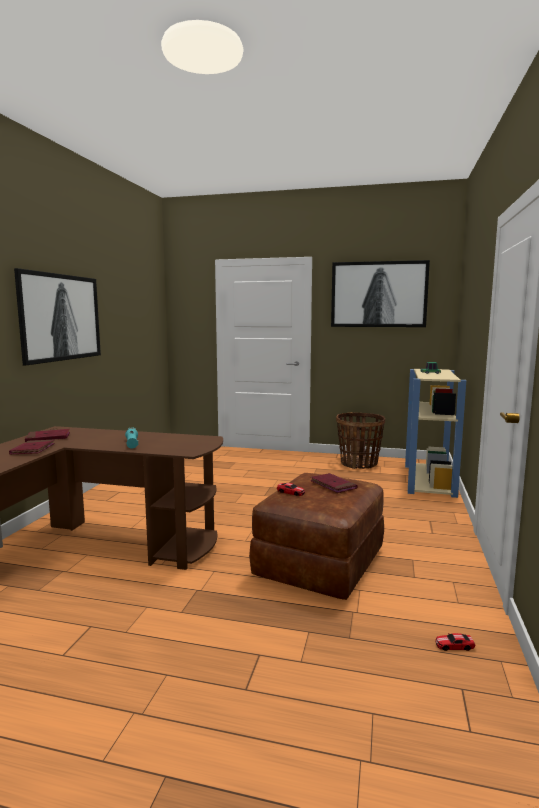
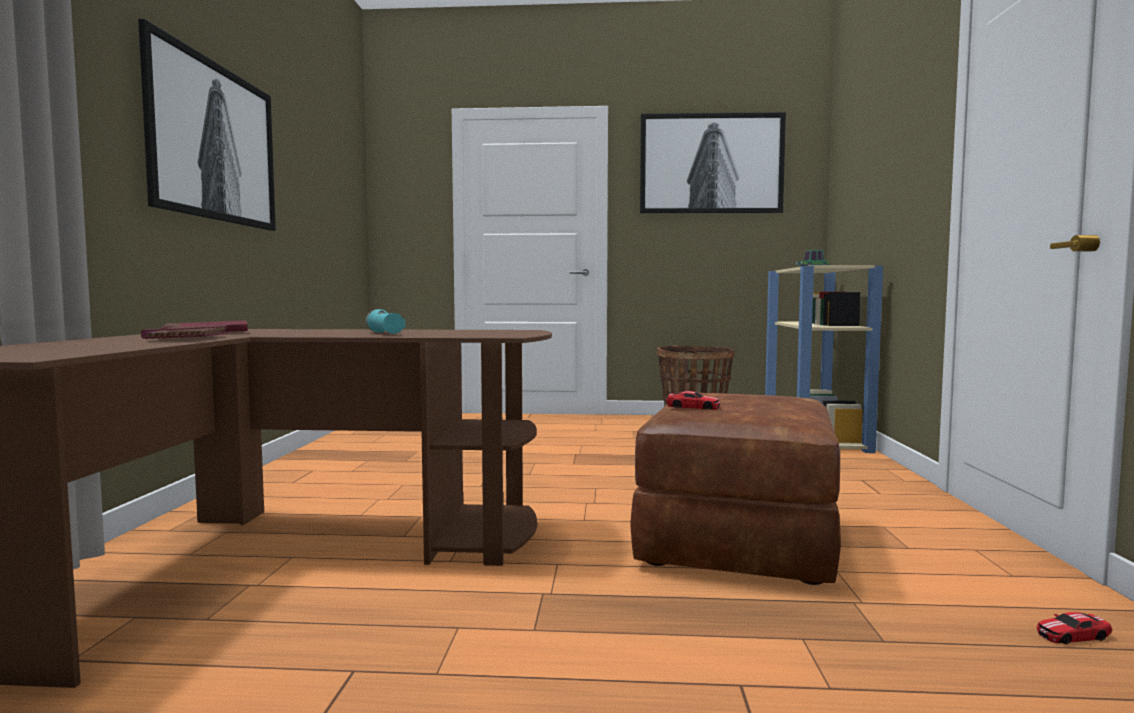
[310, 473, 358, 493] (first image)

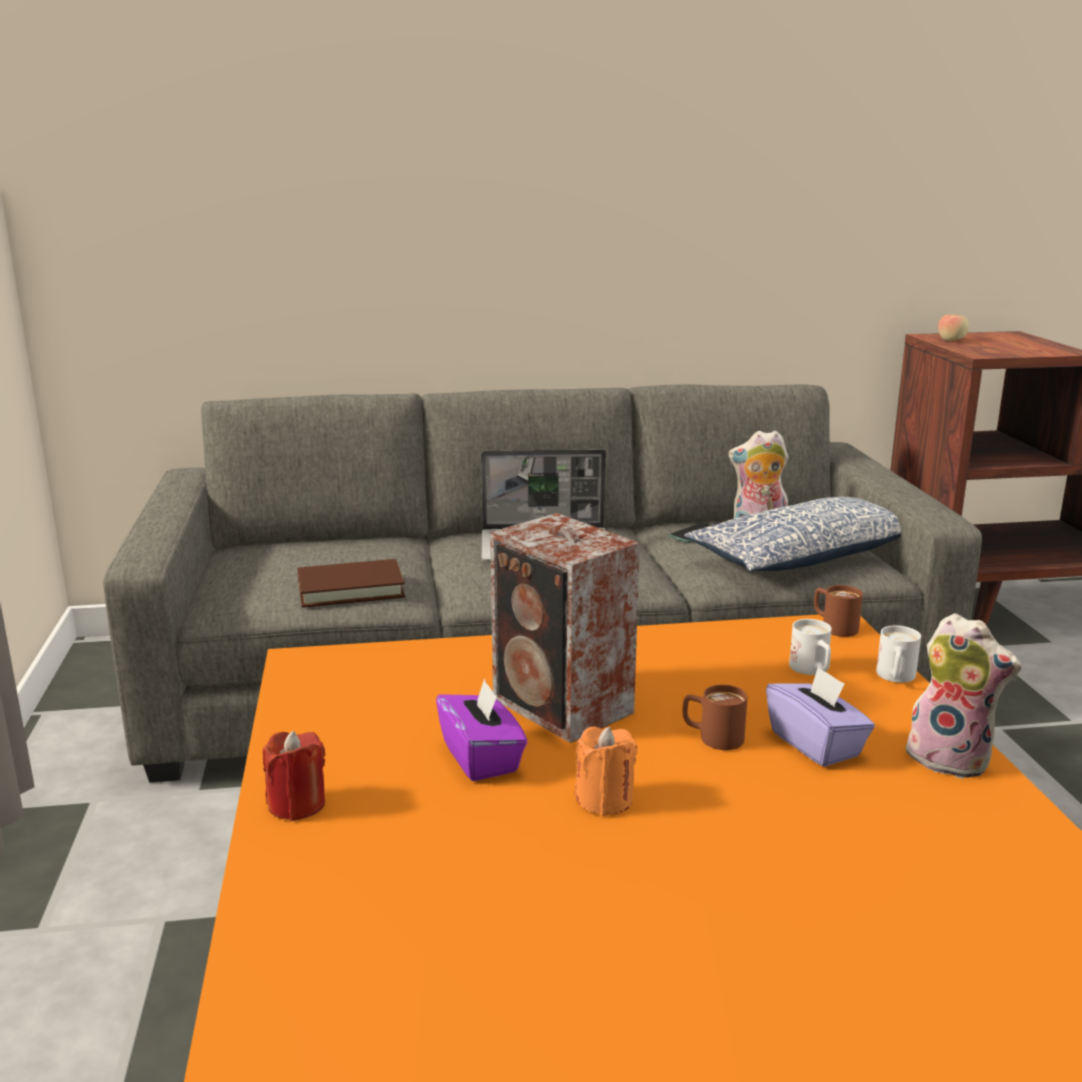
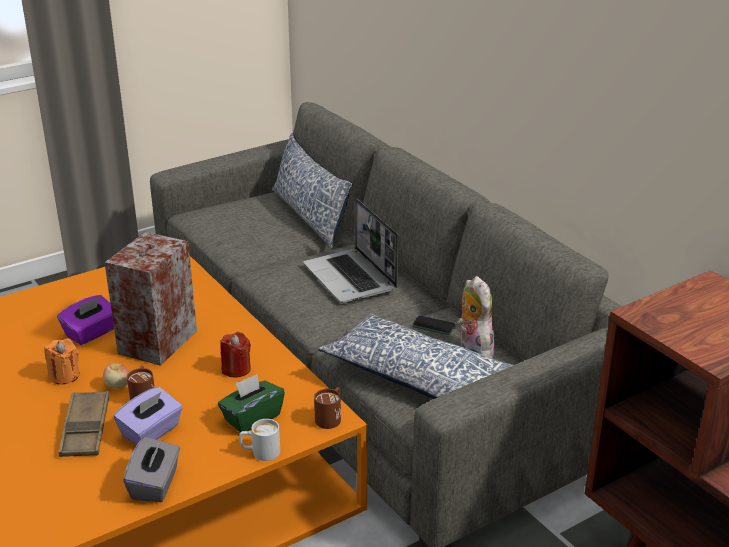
[58, 391, 109, 457]
[103, 363, 129, 389]
[123, 437, 180, 502]
[218, 374, 285, 432]
[220, 332, 251, 378]
[272, 133, 353, 249]
[297, 559, 405, 608] (first image)

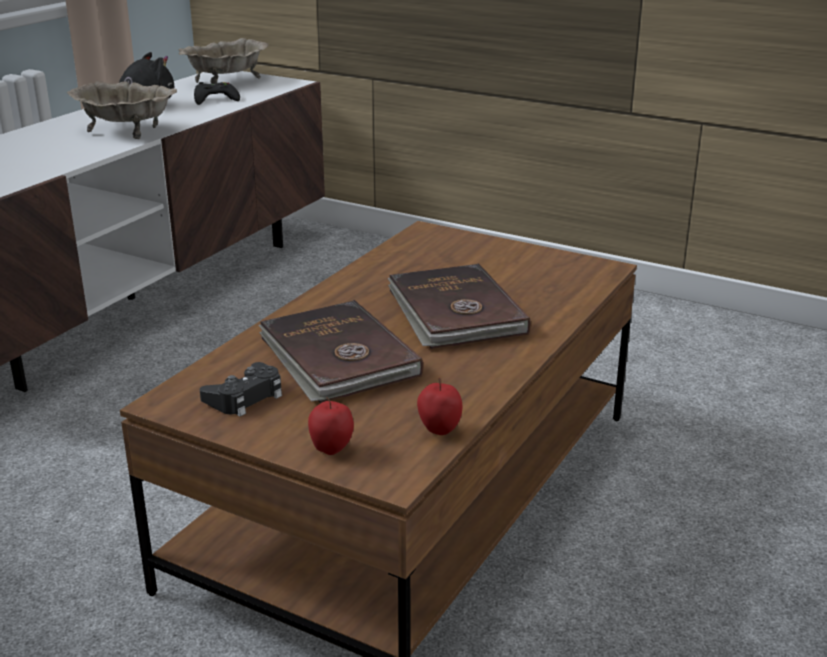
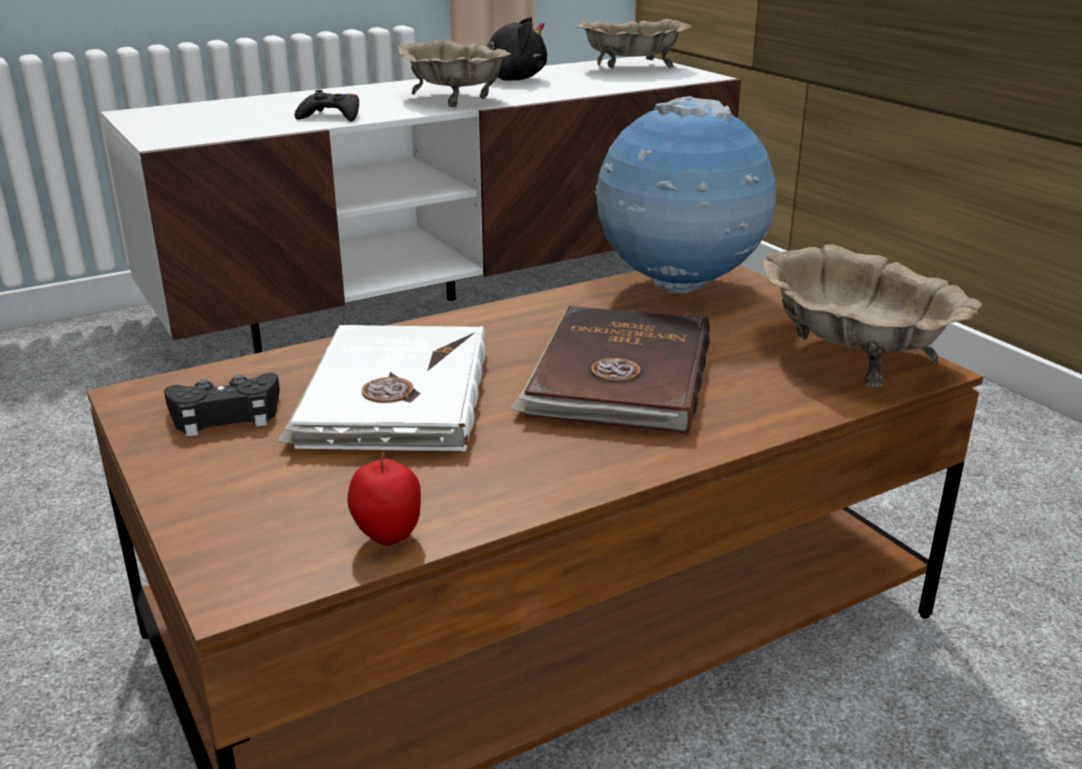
[277, 325, 486, 452]
[294, 90, 359, 122]
[595, 96, 776, 294]
[762, 244, 982, 388]
[308, 397, 354, 455] (first image)

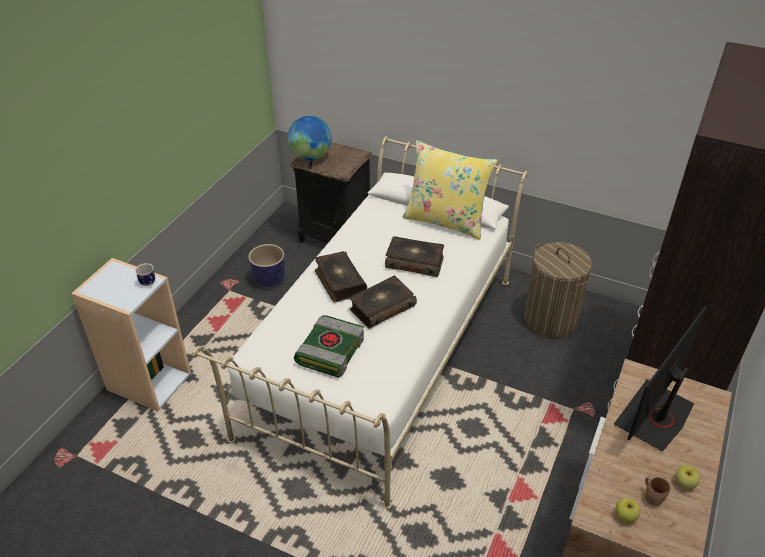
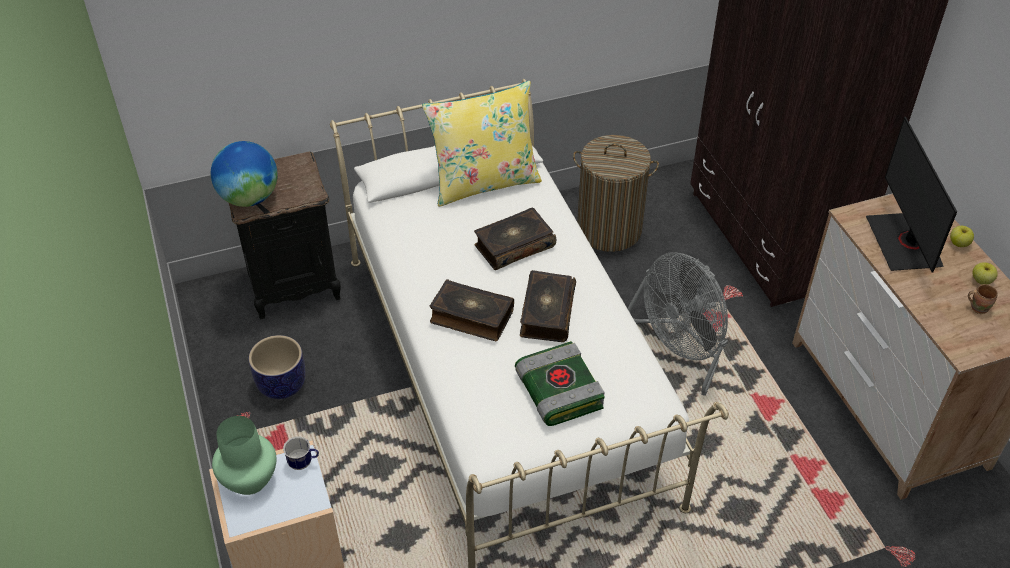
[212, 416, 277, 495]
[627, 252, 728, 396]
[950, 226, 974, 247]

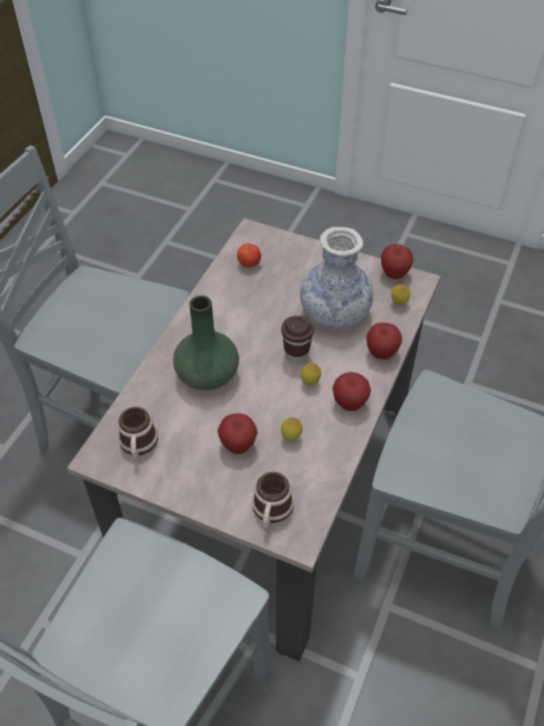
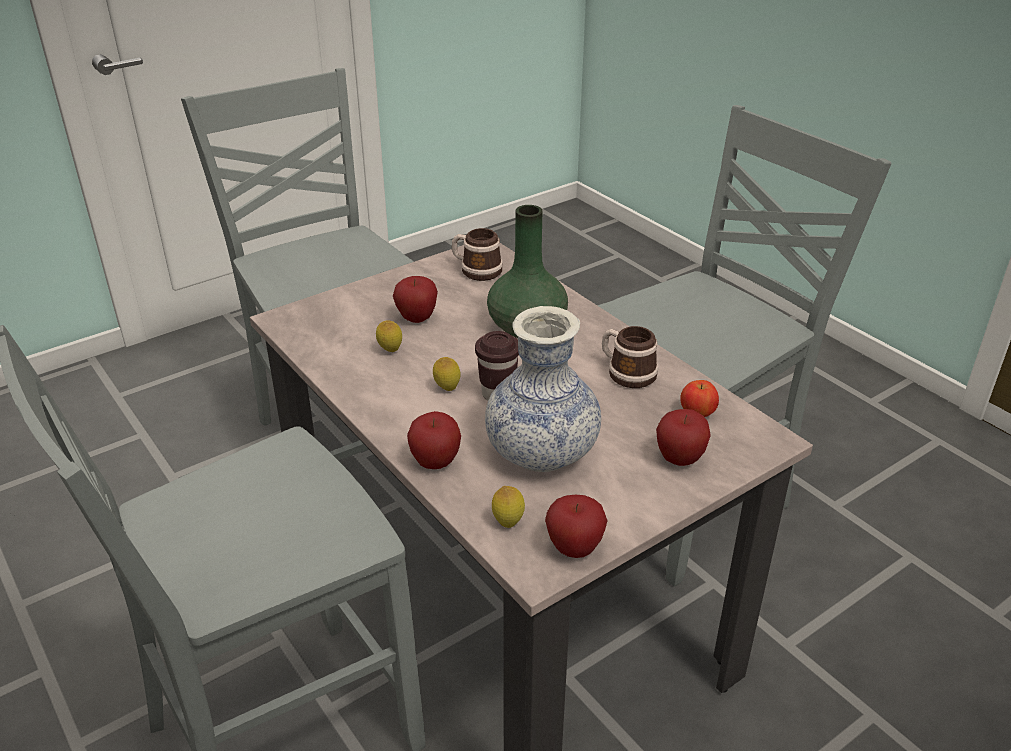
[602, 326, 658, 388]
[656, 409, 711, 466]

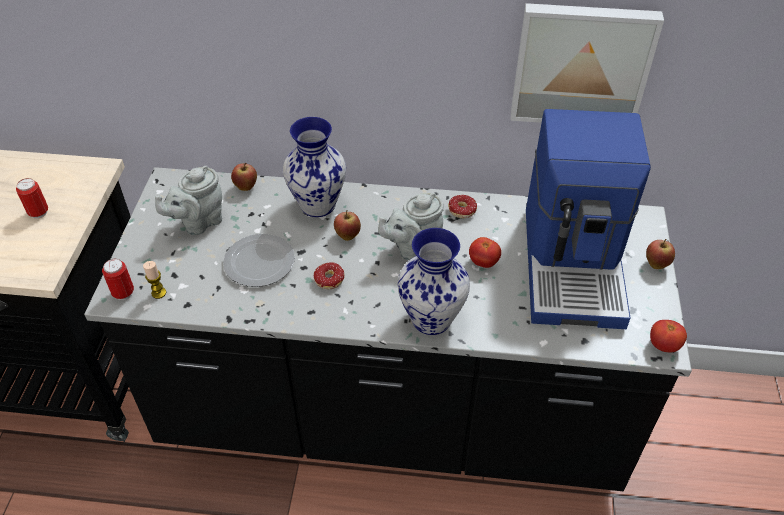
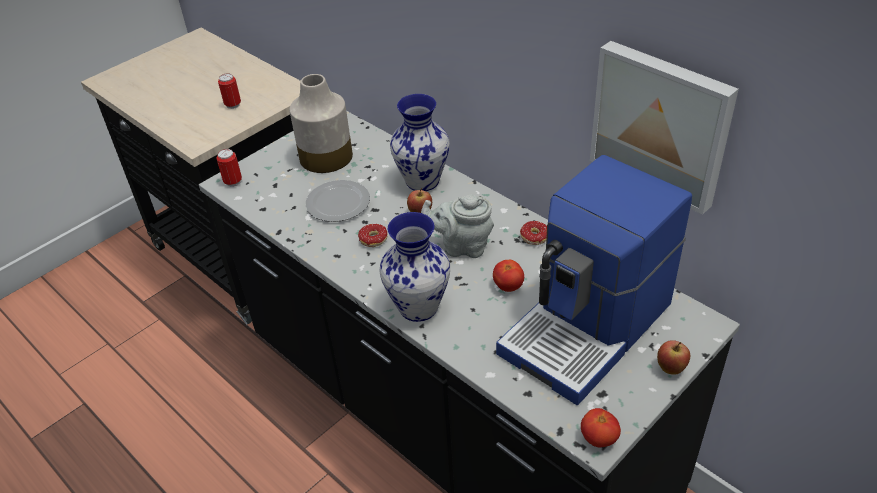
[290, 74, 353, 173]
[143, 261, 166, 299] (first image)
[231, 163, 257, 191] (first image)

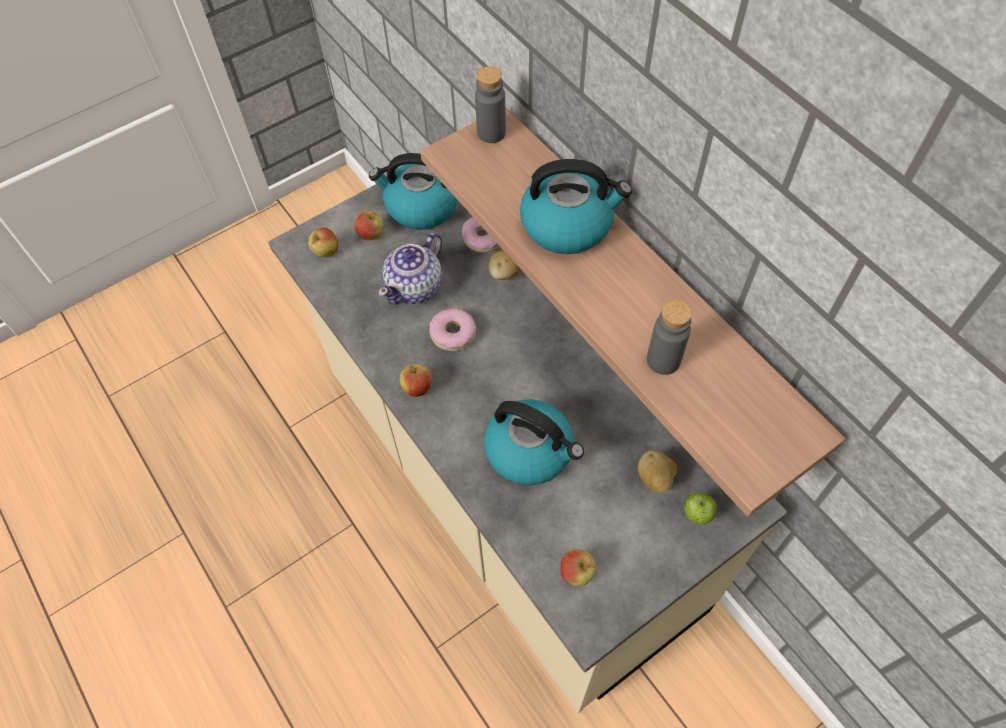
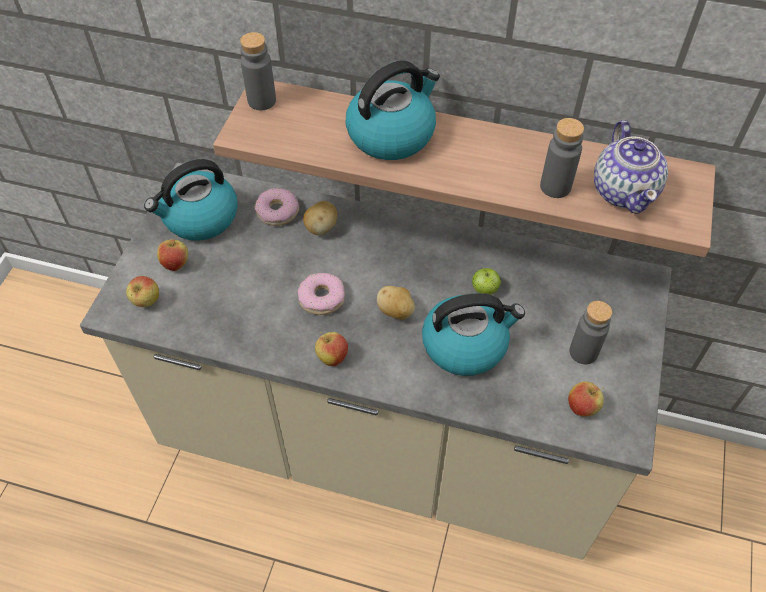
[377, 286, 415, 320]
[472, 268, 501, 295]
[569, 301, 612, 364]
[594, 120, 668, 214]

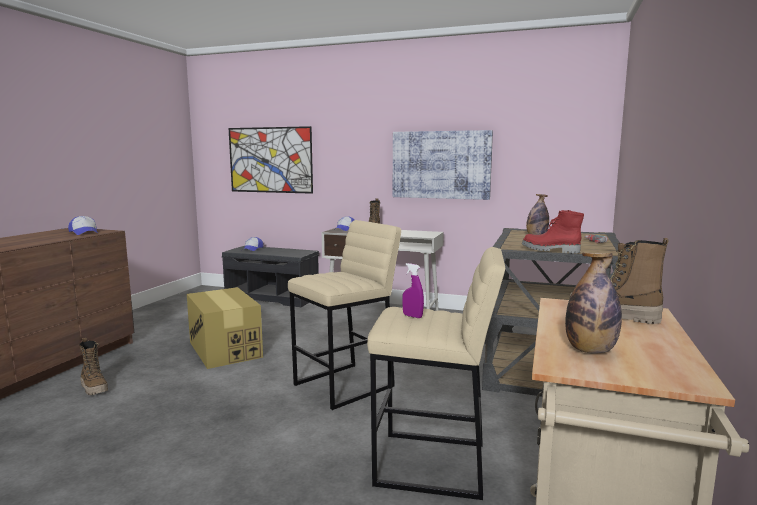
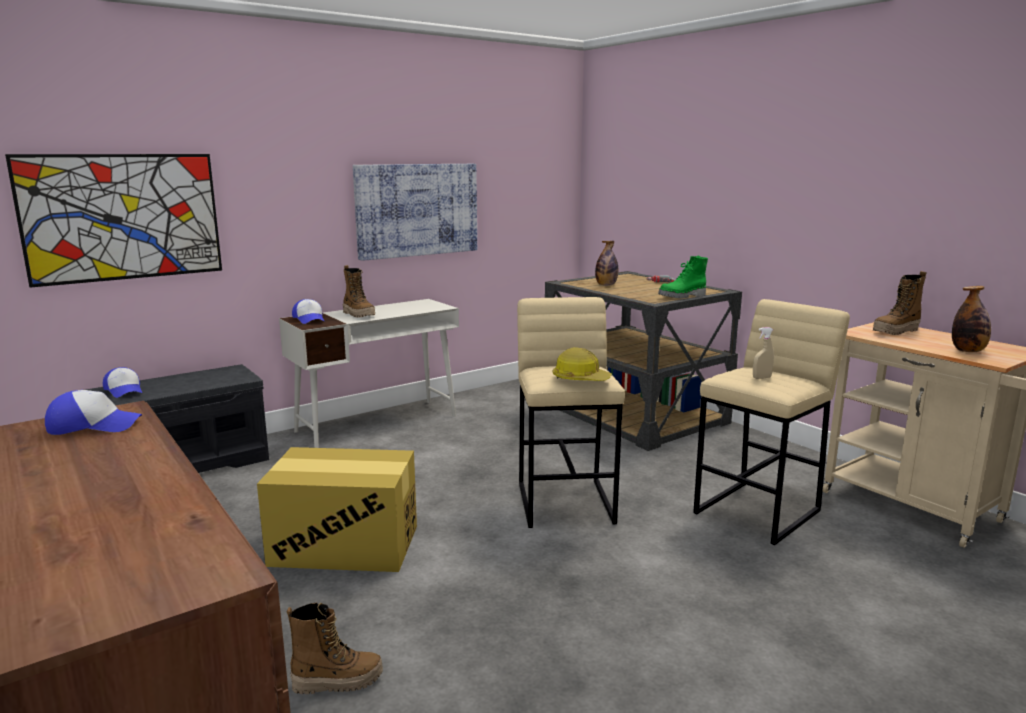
[553, 347, 612, 381]
[658, 256, 708, 298]
[753, 327, 774, 379]

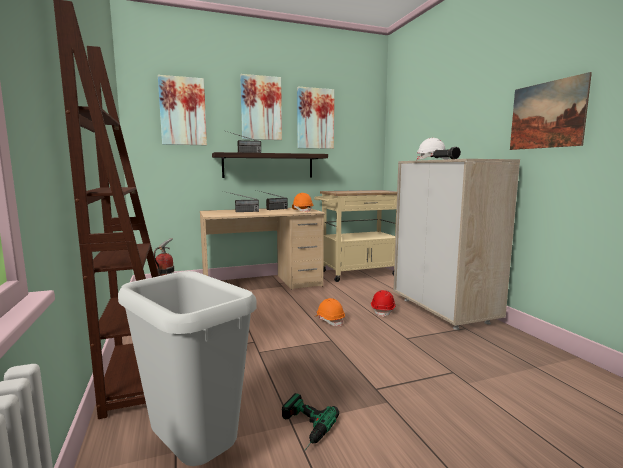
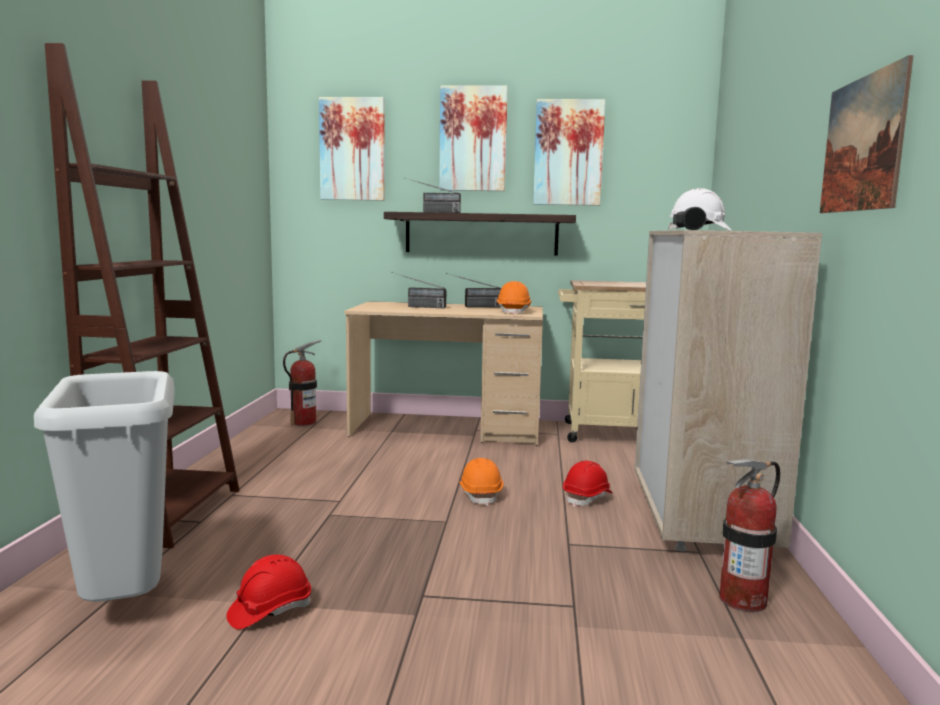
[226, 554, 311, 629]
[719, 459, 780, 612]

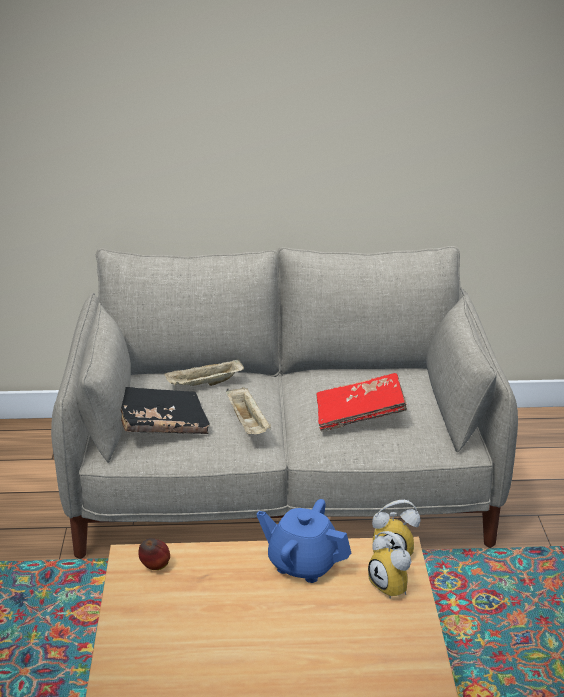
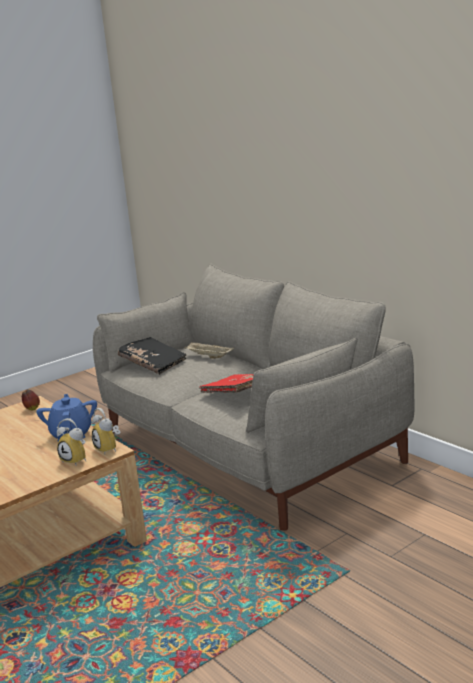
[57, 418, 86, 465]
[226, 387, 271, 434] (first image)

